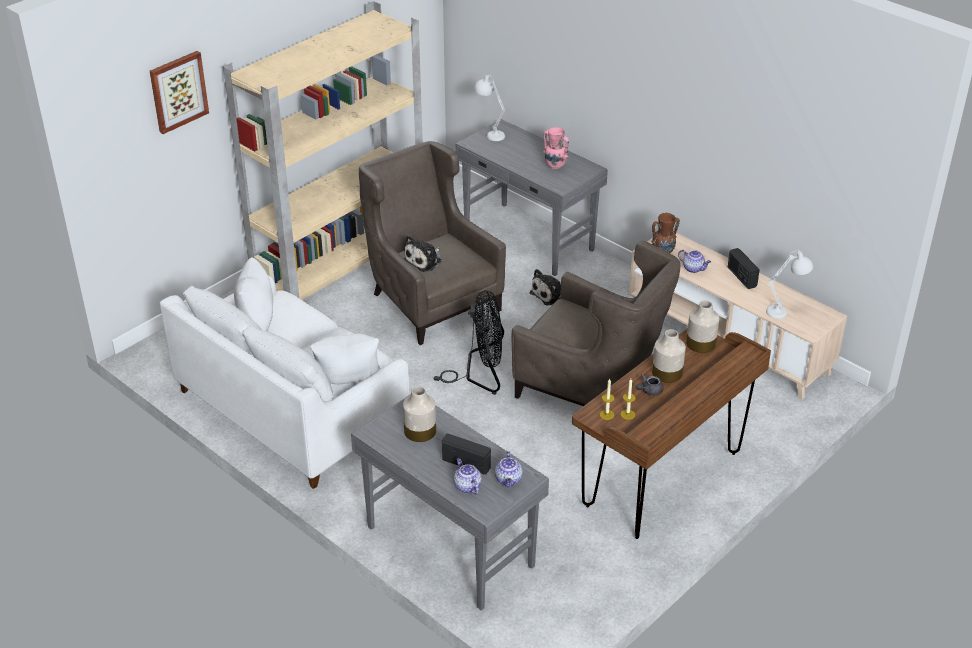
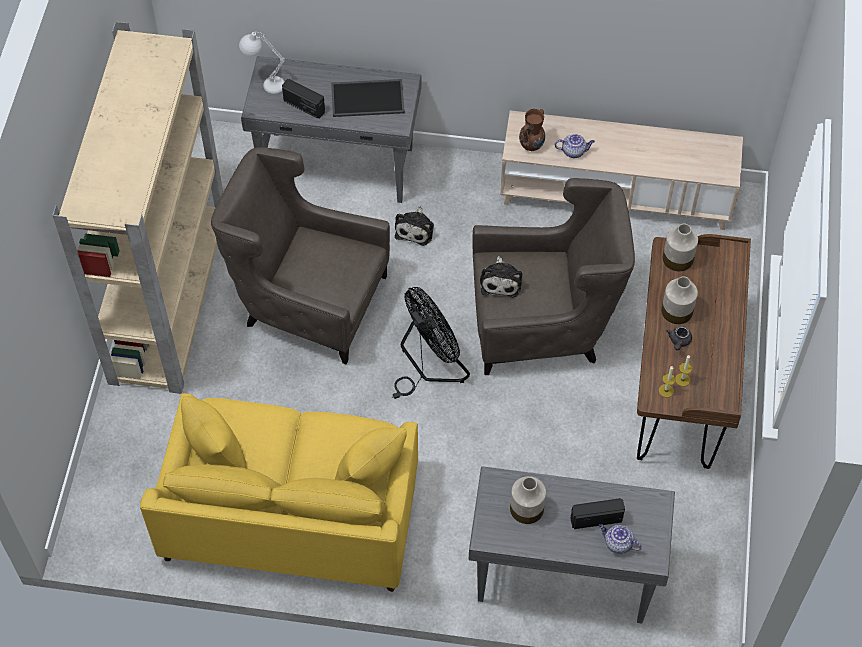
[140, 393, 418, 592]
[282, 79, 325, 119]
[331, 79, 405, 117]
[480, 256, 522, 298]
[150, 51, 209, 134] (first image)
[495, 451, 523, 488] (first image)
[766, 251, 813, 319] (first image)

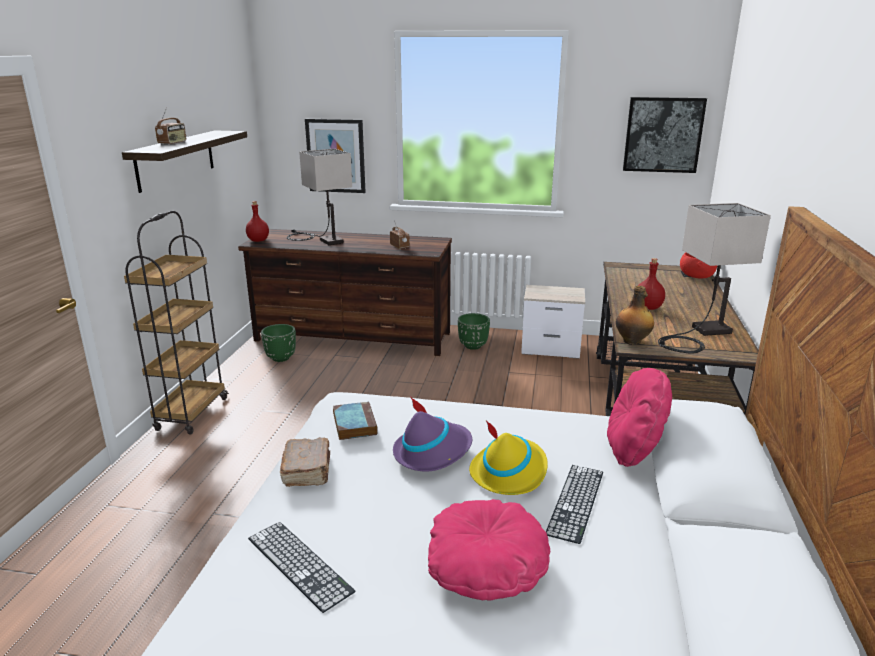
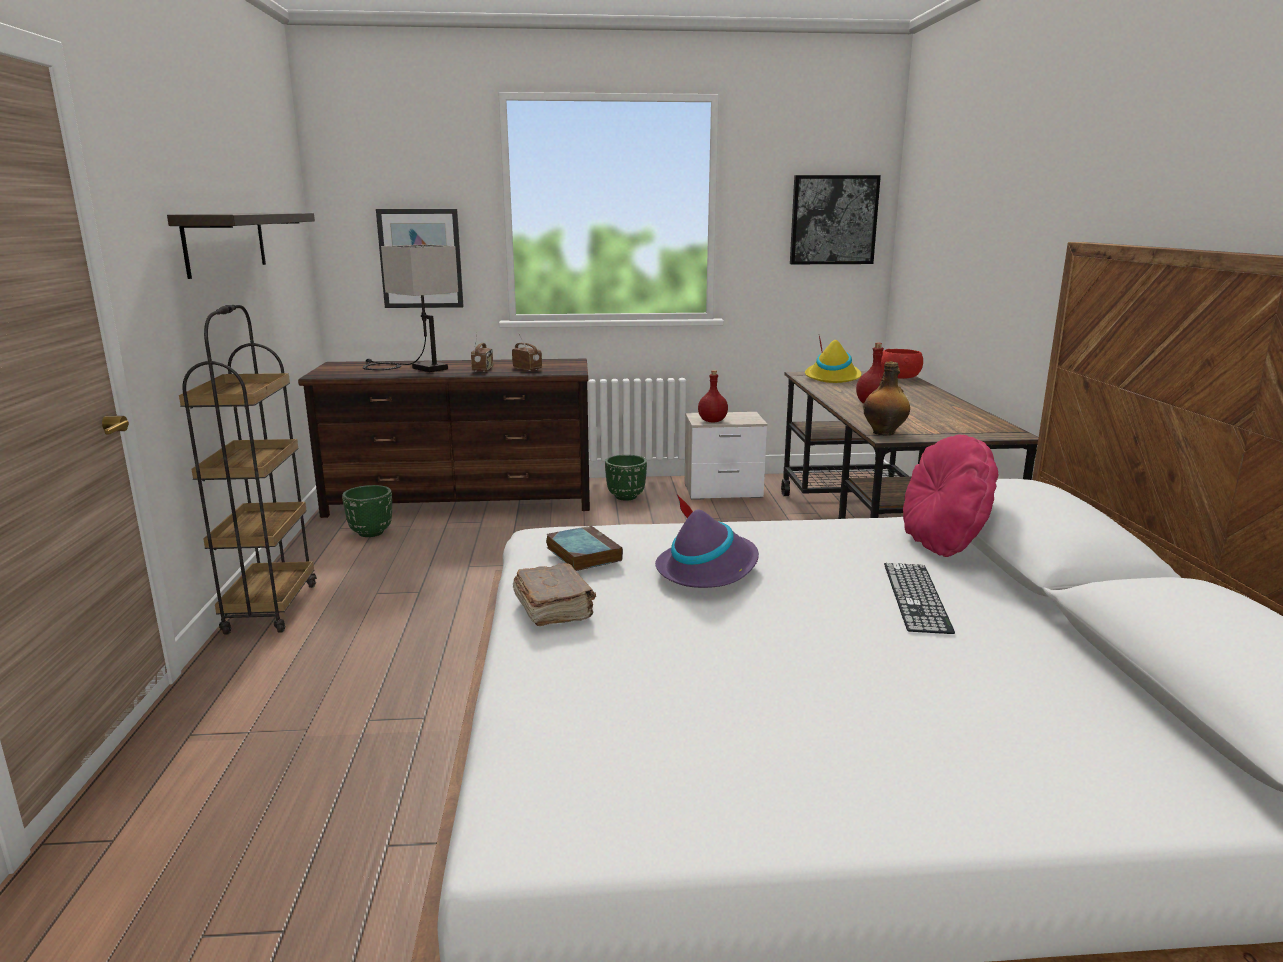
[471, 334, 493, 372]
[698, 370, 728, 422]
[805, 336, 862, 383]
[248, 522, 356, 613] (first image)
[428, 499, 550, 600] (first image)
[658, 203, 771, 354] (first image)

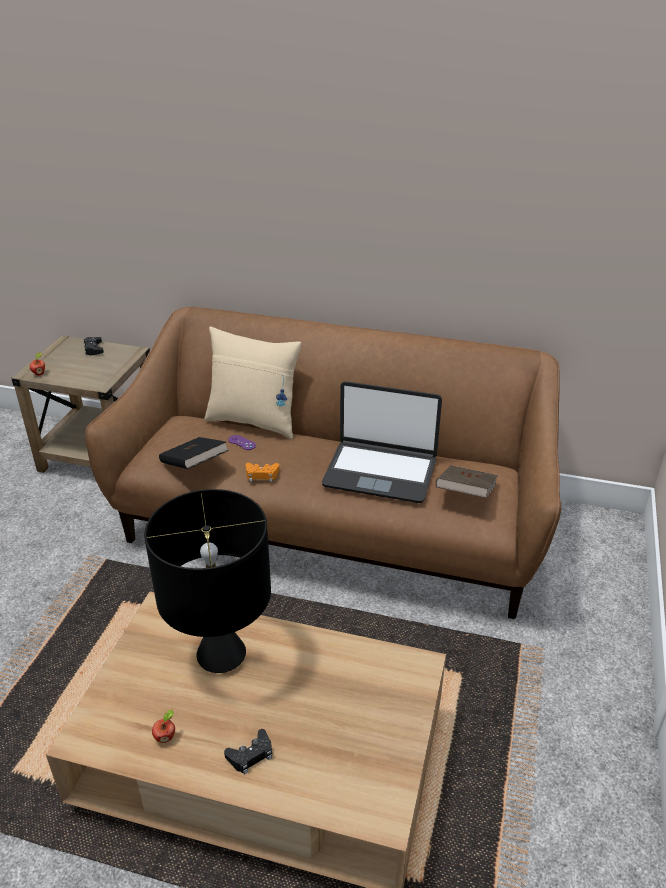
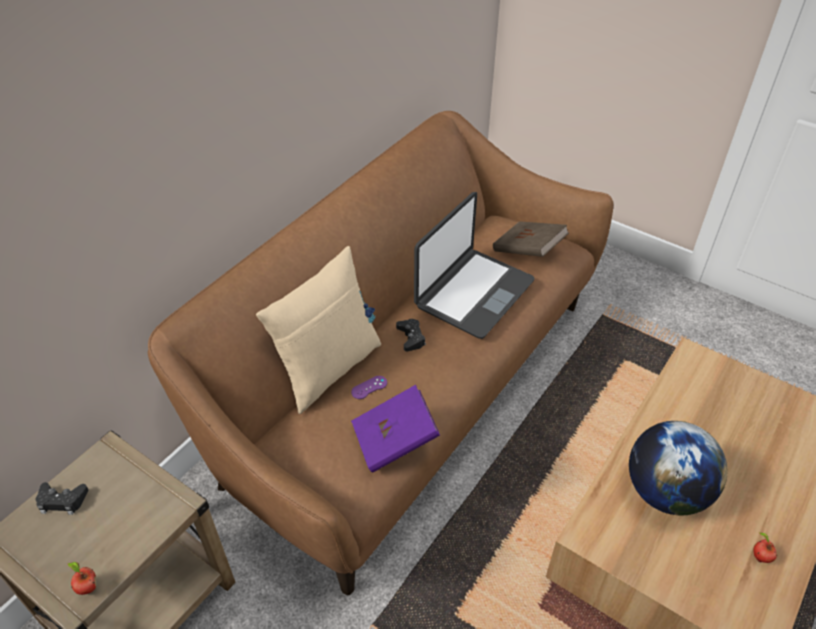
[351, 385, 440, 472]
[396, 319, 426, 351]
[629, 421, 727, 515]
[245, 463, 279, 482] (first image)

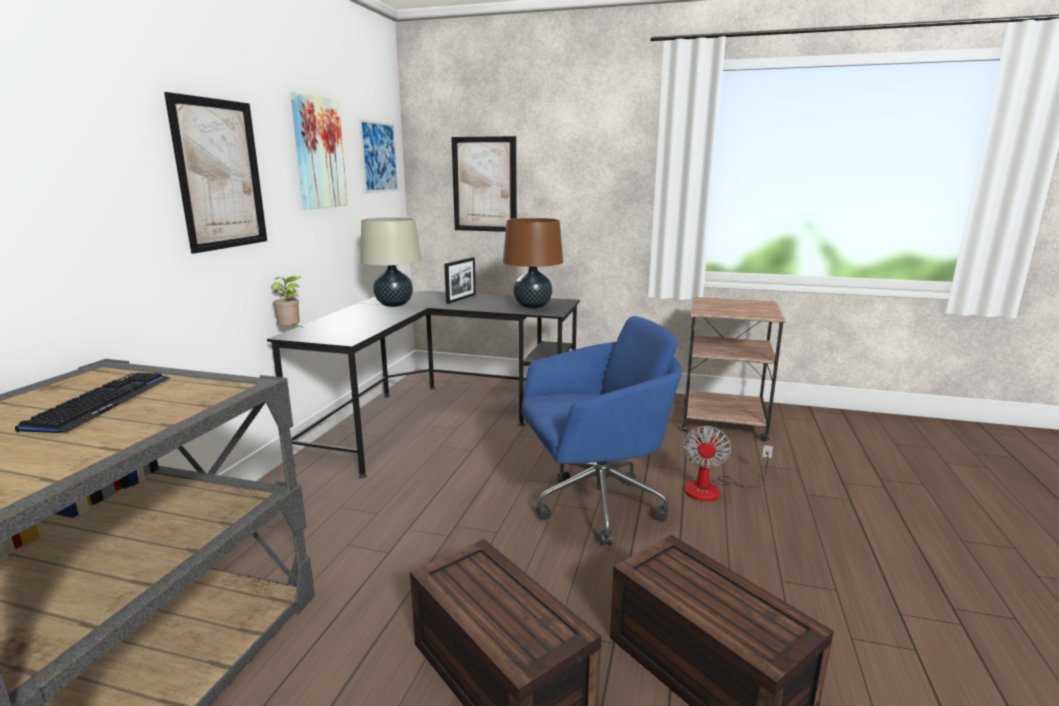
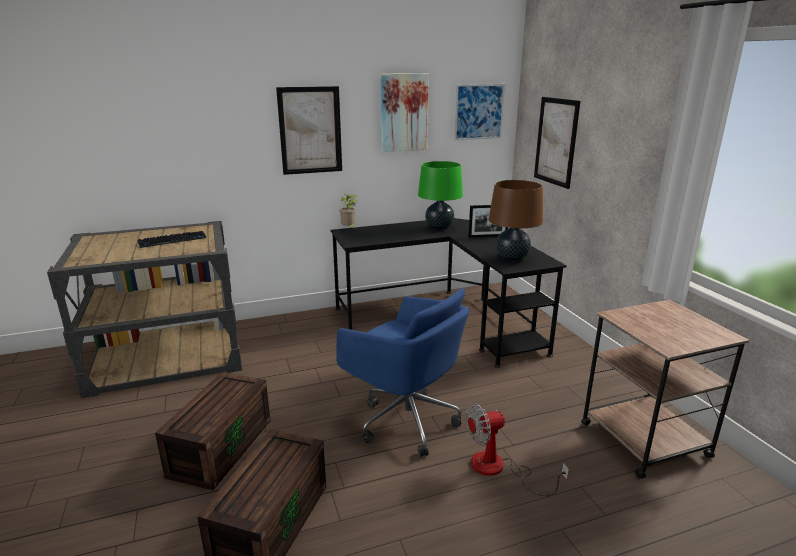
[418, 161, 463, 230]

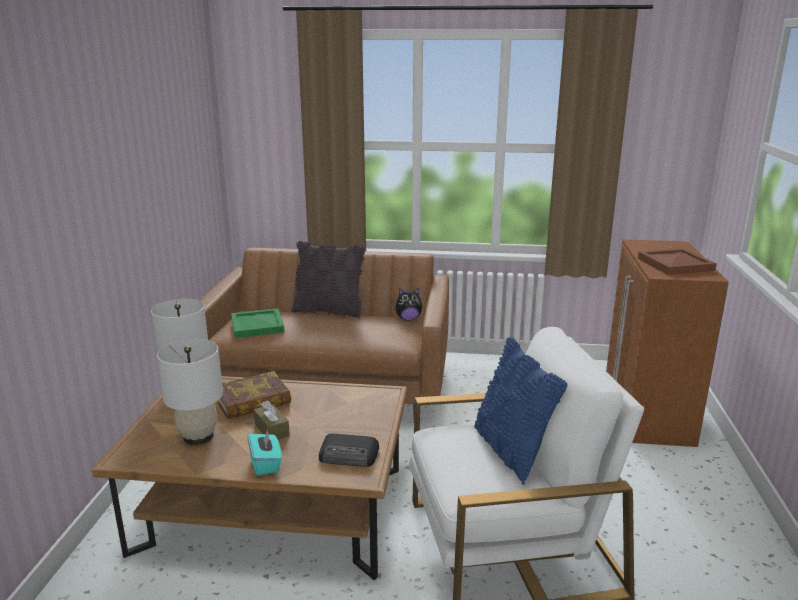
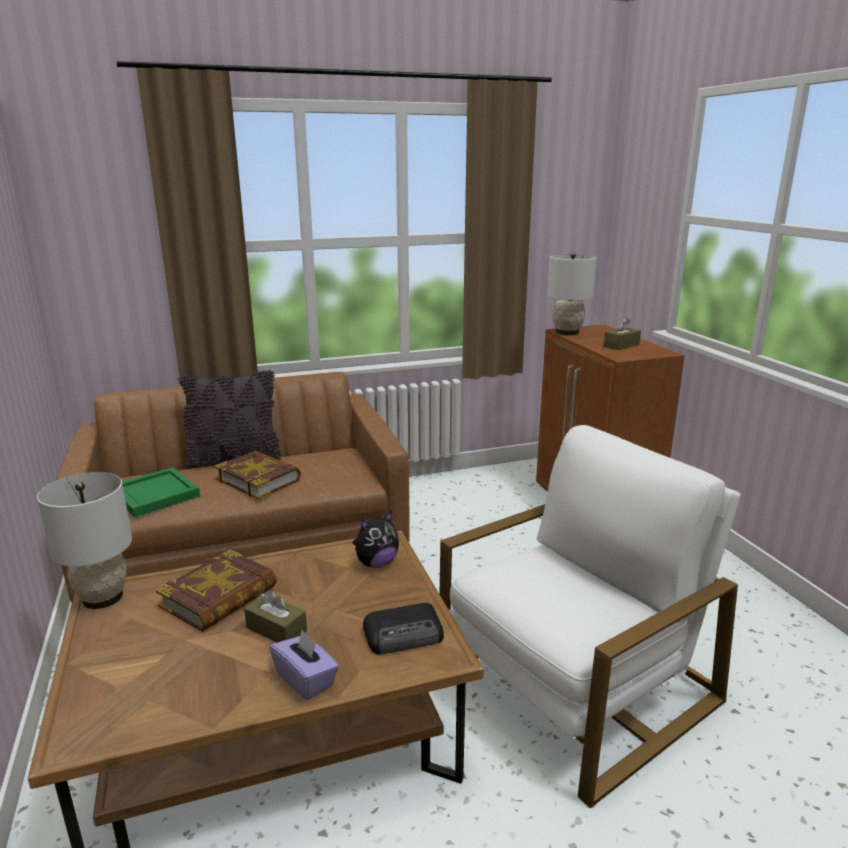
[214, 451, 301, 499]
[270, 630, 339, 700]
[353, 511, 399, 568]
[547, 253, 597, 335]
[604, 317, 641, 350]
[474, 337, 567, 485] (first image)

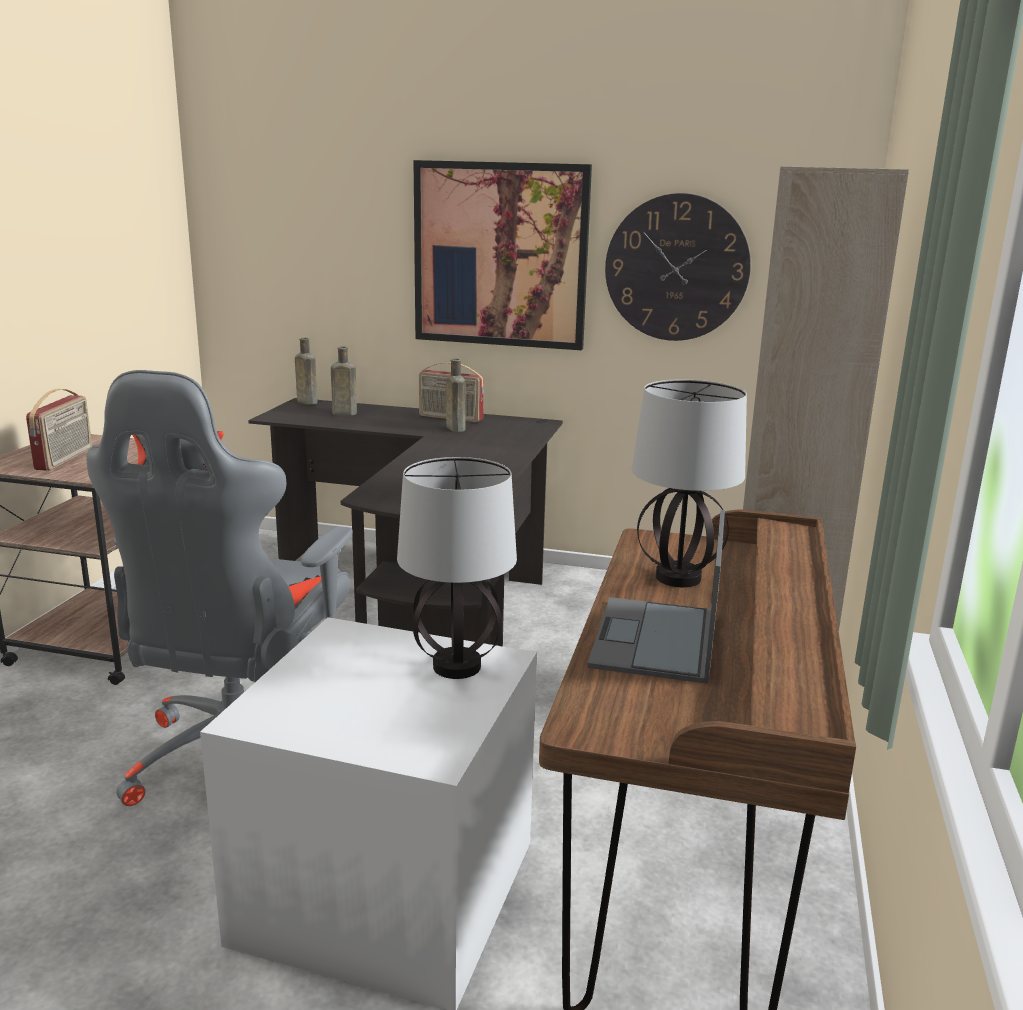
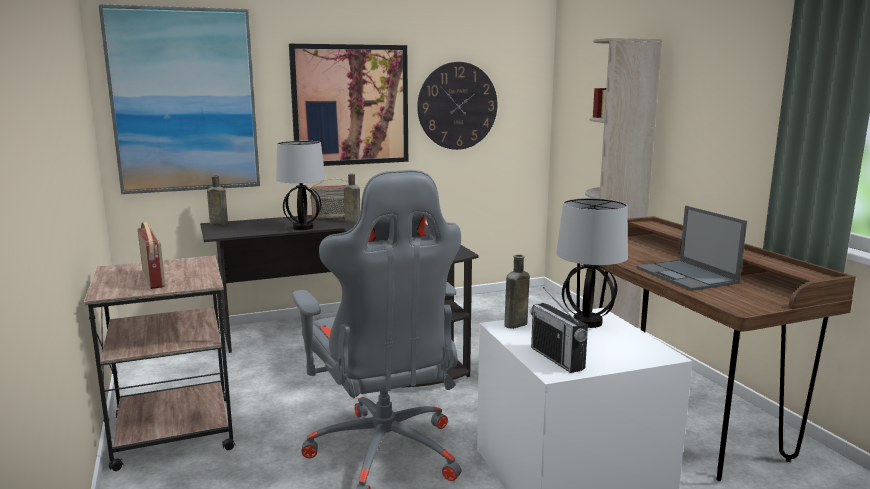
[98, 4, 260, 194]
[276, 141, 325, 230]
[504, 254, 529, 329]
[530, 287, 588, 373]

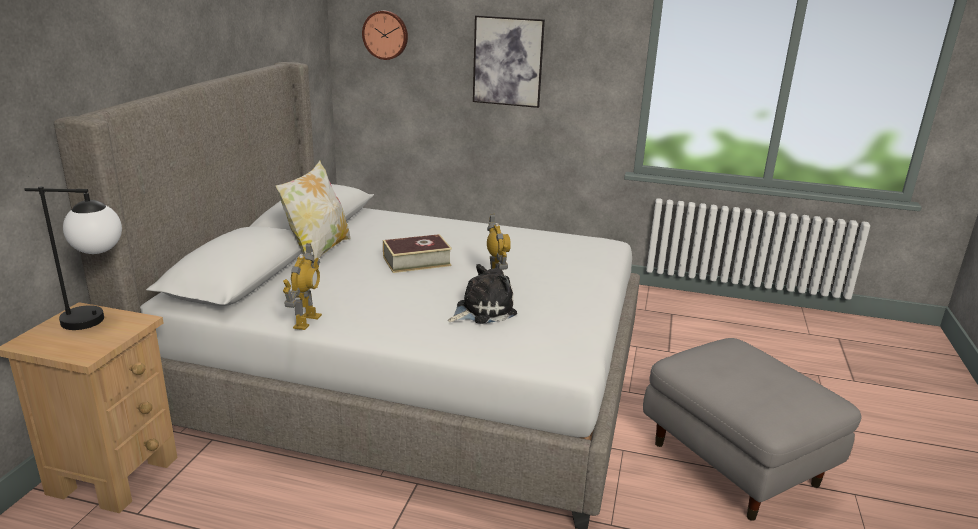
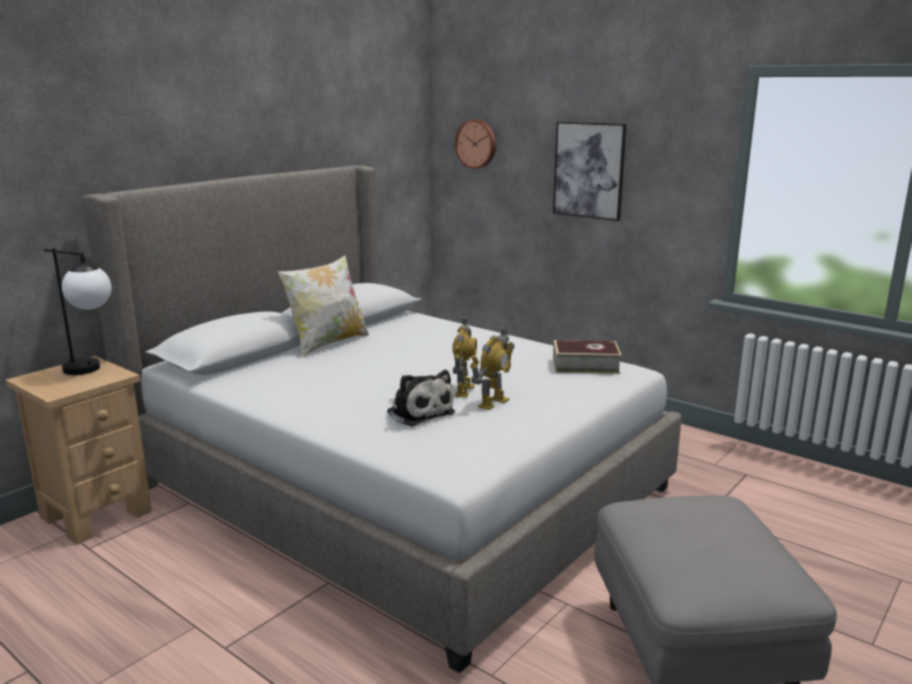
[387, 370, 455, 427]
[470, 325, 515, 410]
[553, 340, 622, 374]

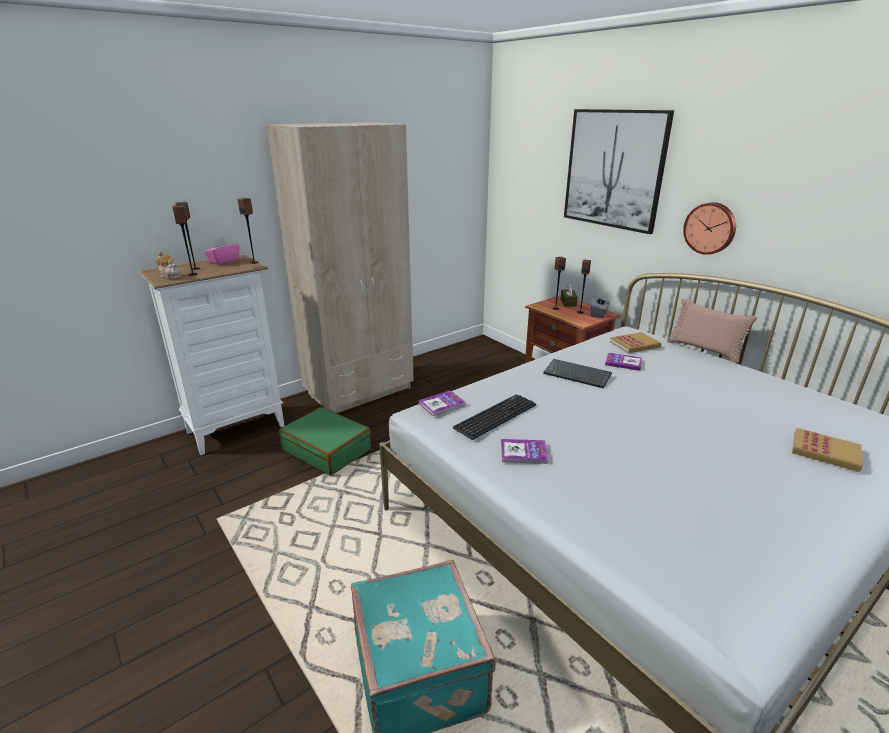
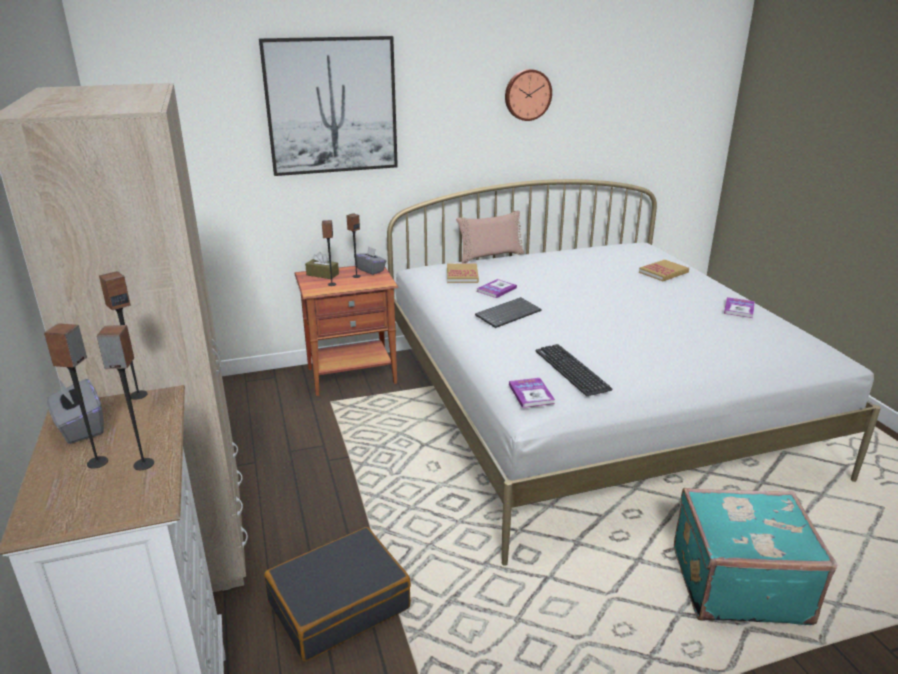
[47, 379, 104, 444]
[264, 527, 411, 661]
[505, 69, 552, 121]
[724, 297, 755, 318]
[156, 251, 181, 279] (first image)

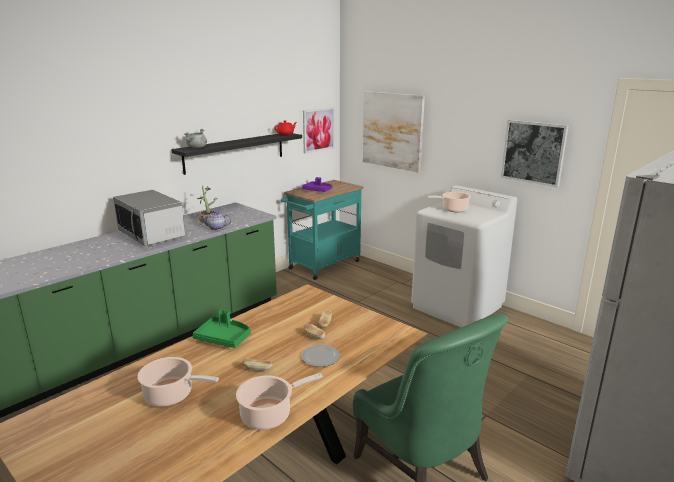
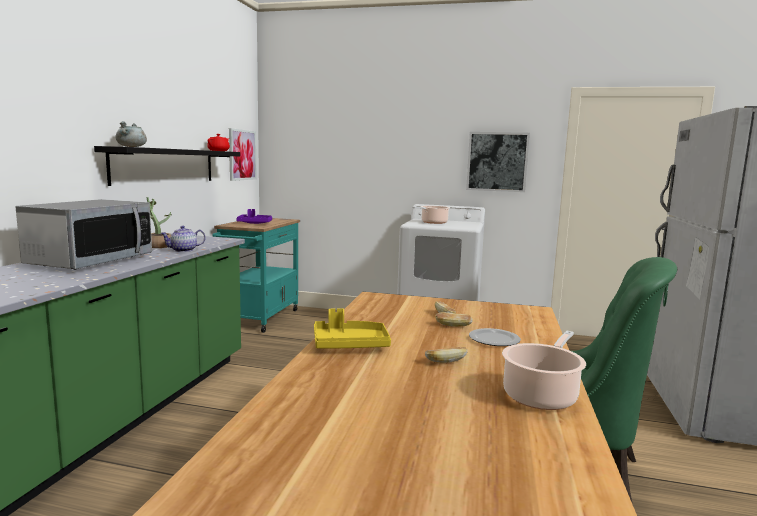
[16, 199, 152, 270]
[314, 308, 391, 349]
[137, 357, 219, 407] (first image)
[363, 91, 425, 172] (first image)

